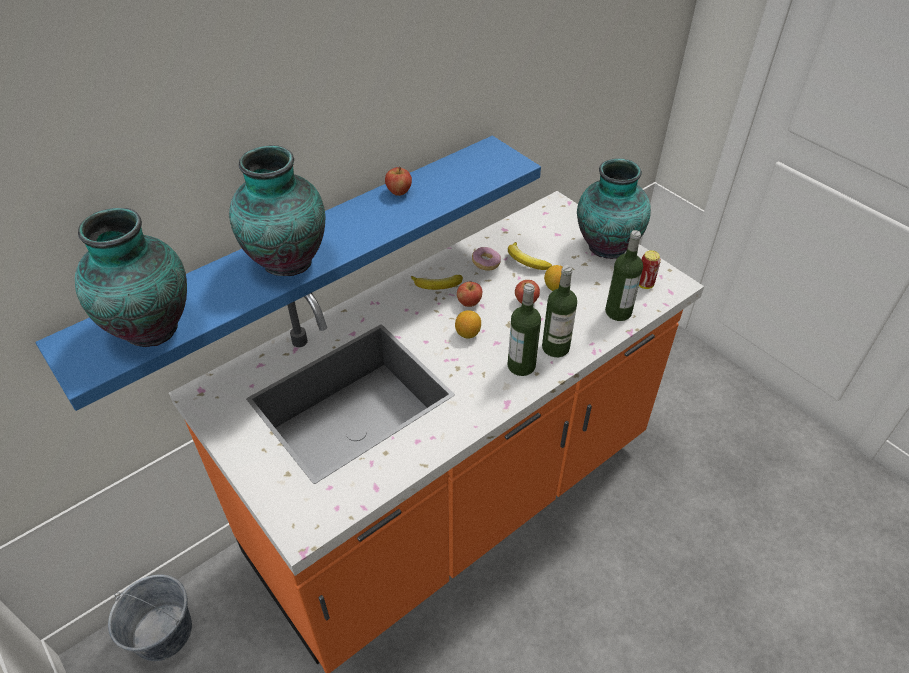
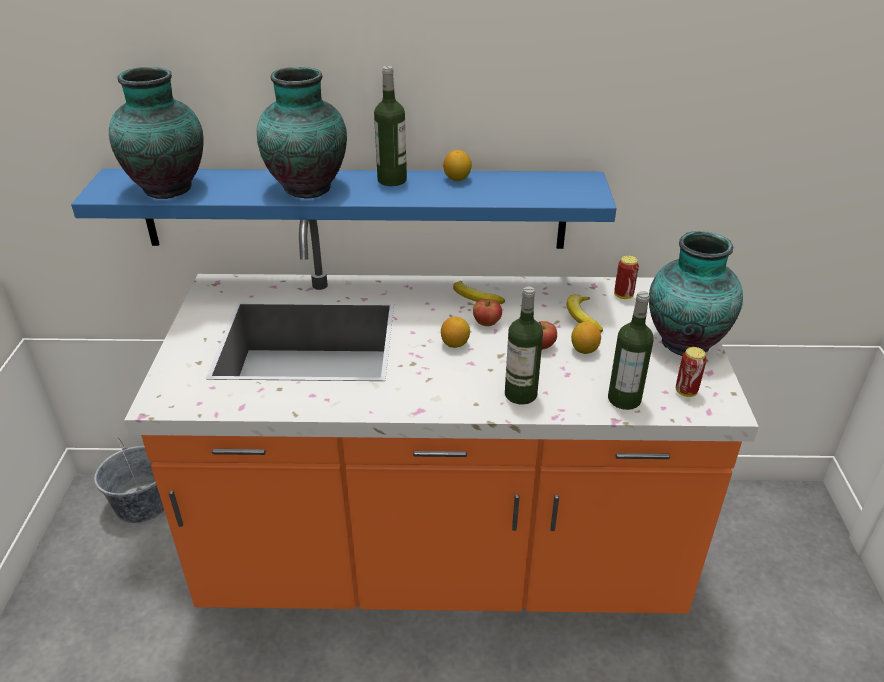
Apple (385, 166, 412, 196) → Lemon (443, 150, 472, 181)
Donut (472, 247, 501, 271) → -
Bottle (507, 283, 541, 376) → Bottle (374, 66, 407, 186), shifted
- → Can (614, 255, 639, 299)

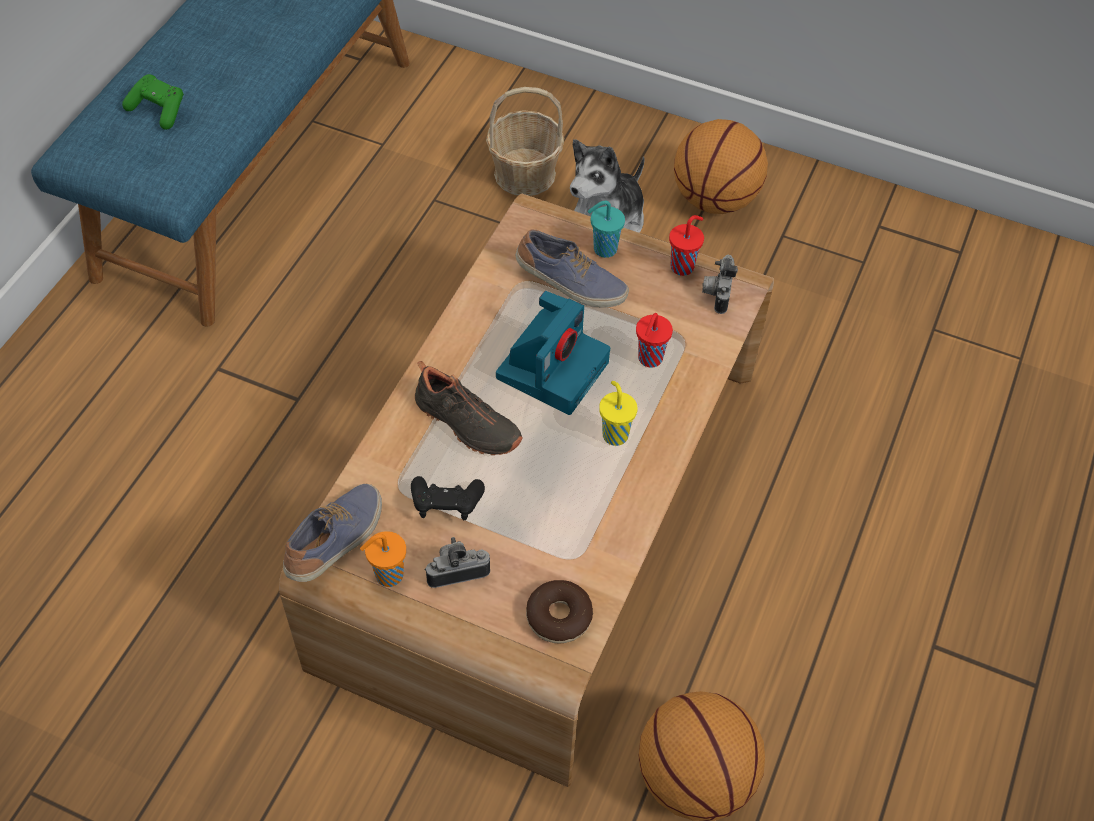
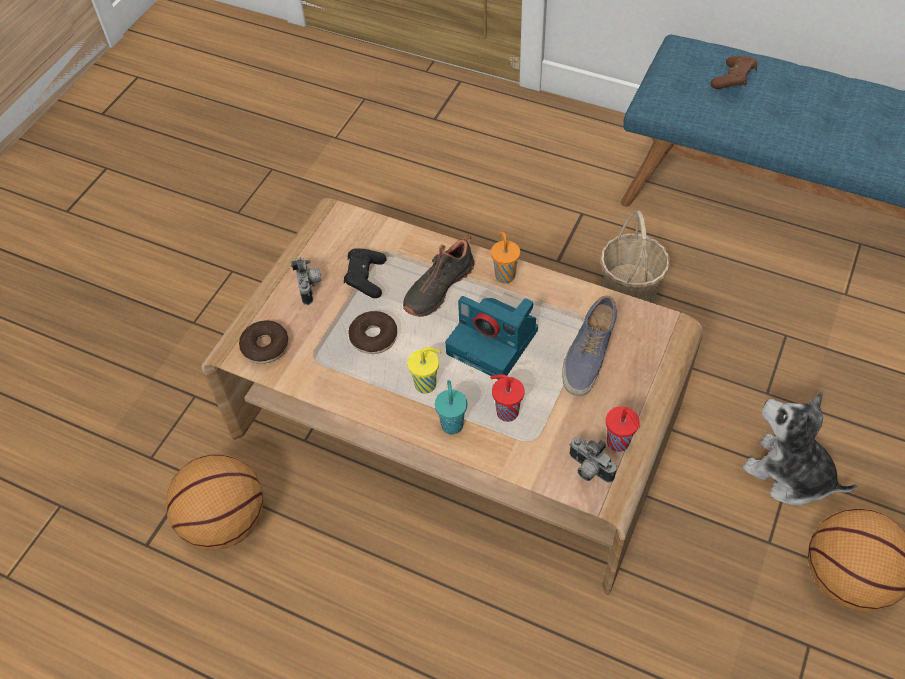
GreenGameController (122, 74, 184, 130) → BrownGameController (710, 56, 757, 89)
Shoe (283, 484, 382, 582) → -
OrangeCup (360, 531, 406, 587) → OrangeCup (491, 232, 520, 283), shifted
Basket (486, 87, 564, 196) → Basket (600, 211, 670, 302), shifted
TurquoiseCup (588, 201, 625, 258) → TurquoiseCup (435, 380, 467, 434), shifted
PhotoCamera (702, 255, 738, 314) → PhotoCamera (569, 437, 617, 483), 150 degrees counterclockwise
- → Donut (348, 311, 397, 354)

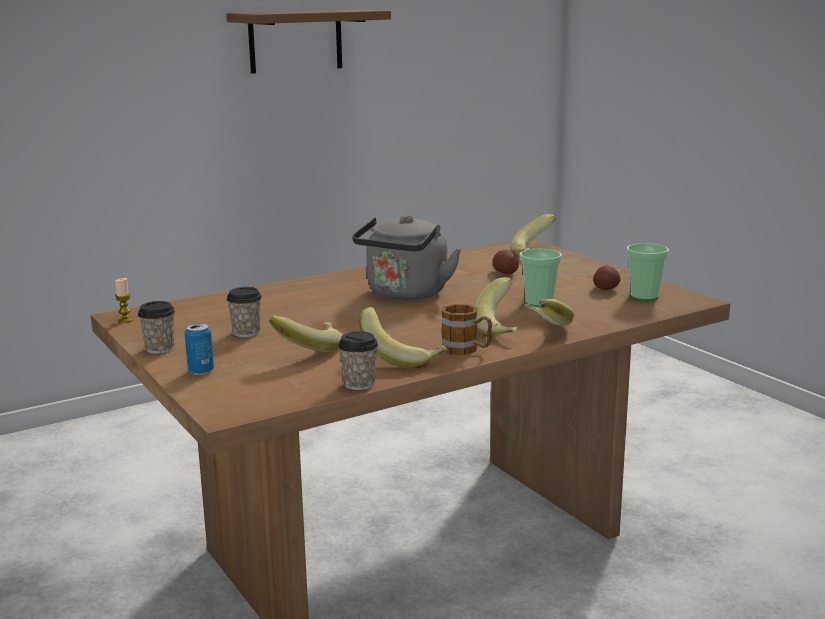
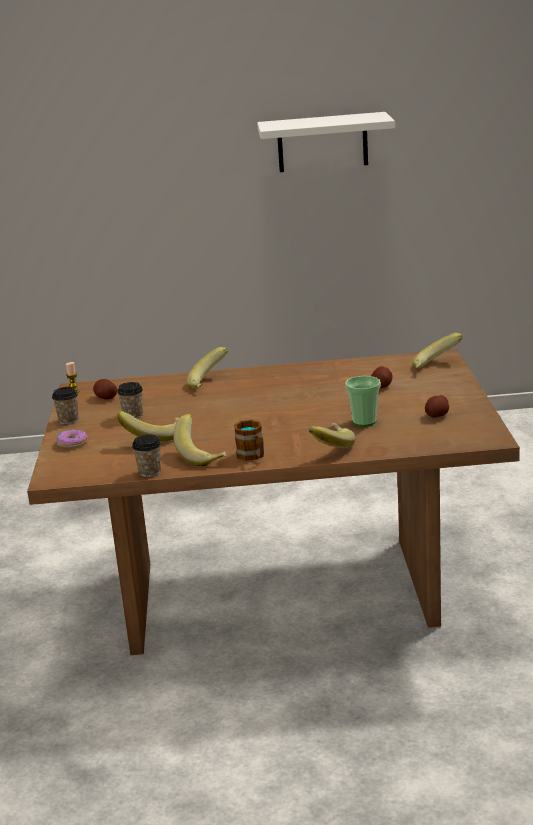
Can (185, 323, 214, 375) → Donut (56, 429, 88, 448)
BrownShelf (226, 10, 391, 74) → WhiteShelf (257, 112, 395, 172)
GreyKettle (352, 215, 461, 300) → -
Banana (474, 277, 518, 337) → Banana (187, 347, 228, 389), shifted
Cup (626, 243, 669, 301) → -
- → Potato (93, 379, 117, 399)

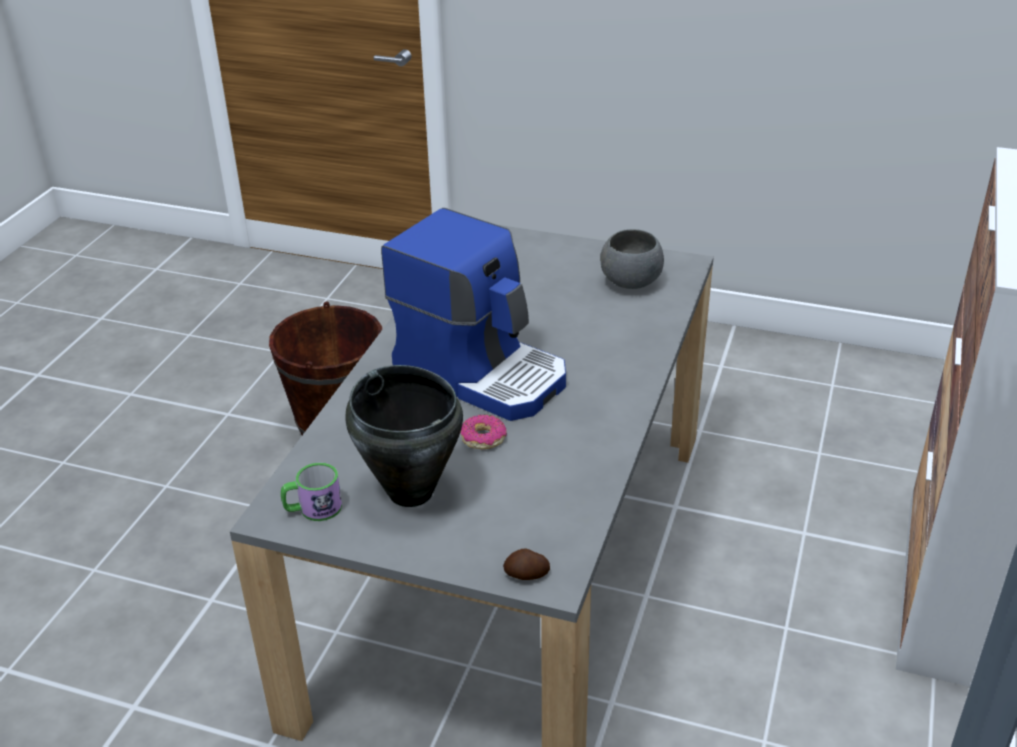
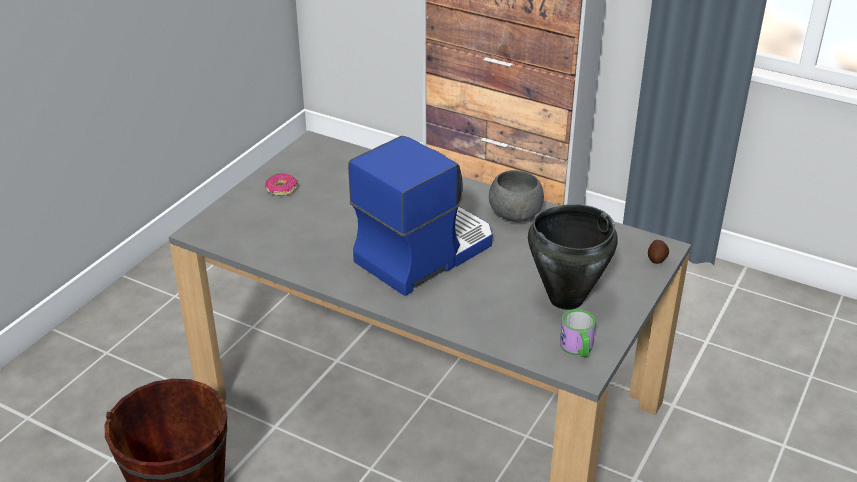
Donut (461, 415, 507, 449) → Donut (265, 173, 298, 196), shifted
GreyBowl (600, 229, 664, 289) → GreyBowl (489, 170, 544, 222), shifted

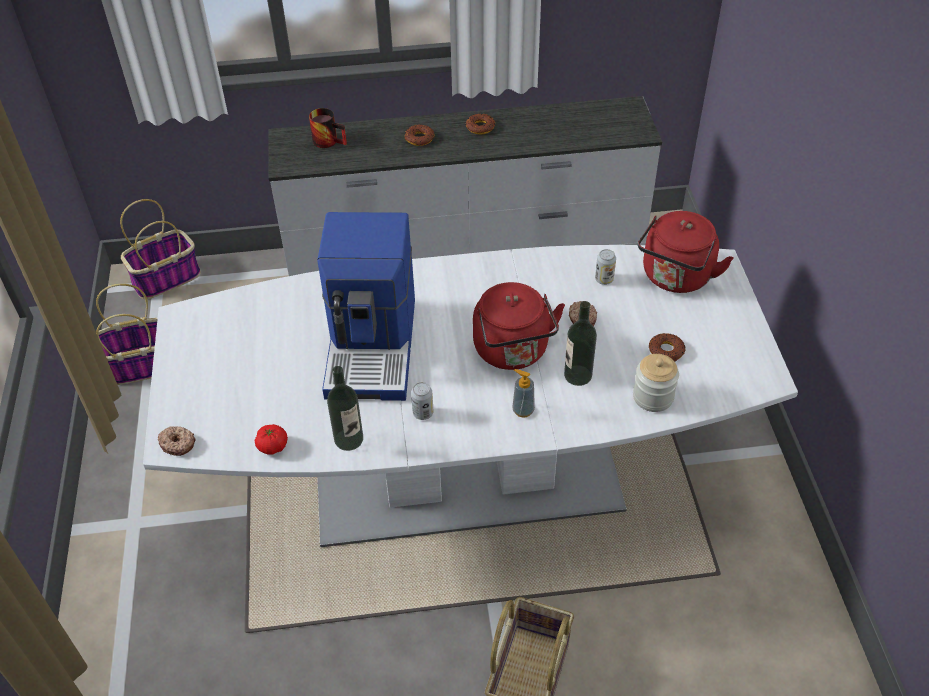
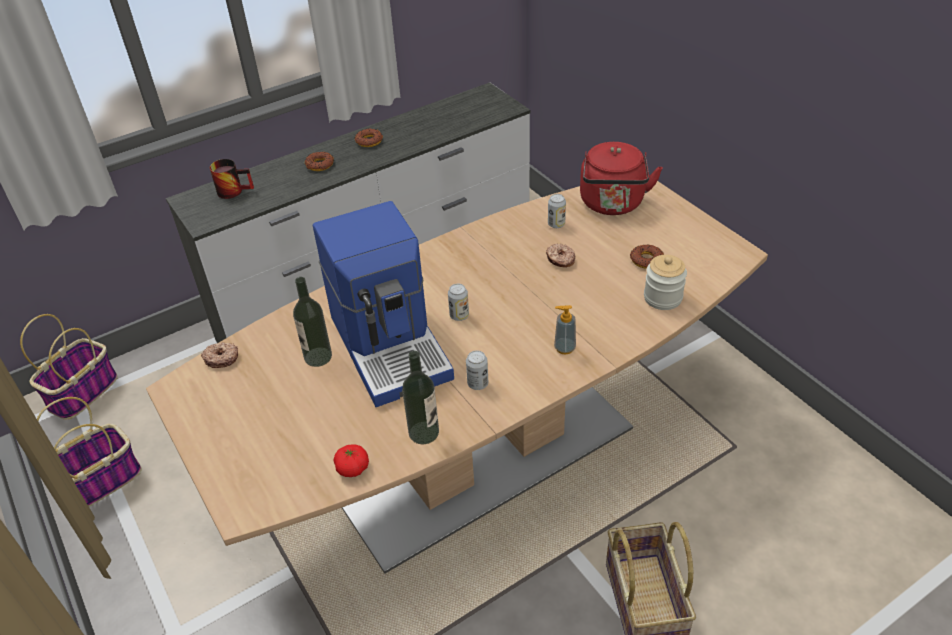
WhiteDiningTable (143, 245, 798, 547) → BrownDiningTable (146, 181, 768, 573)
Donut (158, 426, 195, 456) → Donut (201, 342, 238, 368), shifted
RedKettle (473, 282, 565, 370) → -
Bottle (564, 301, 597, 386) → Bottle (293, 277, 332, 367), shifted
- → Can (448, 284, 469, 321)

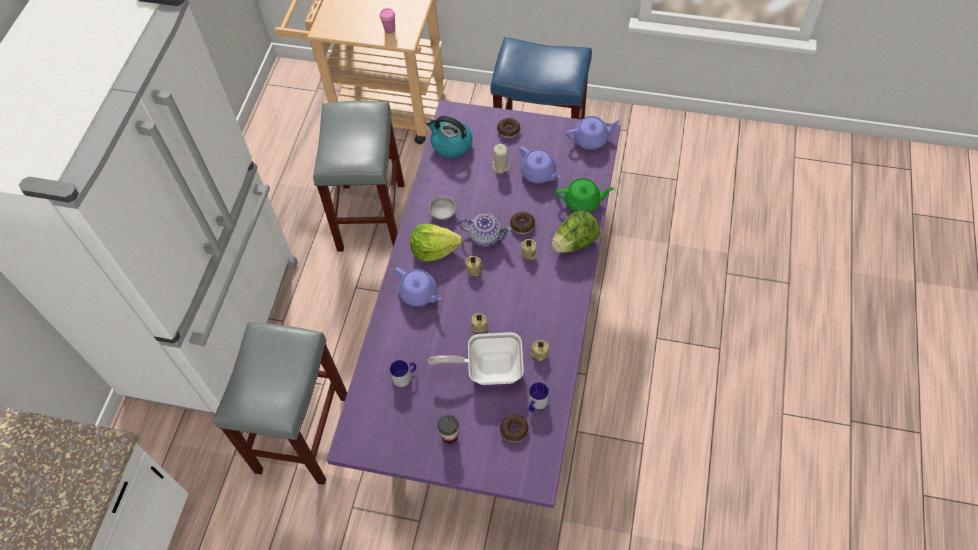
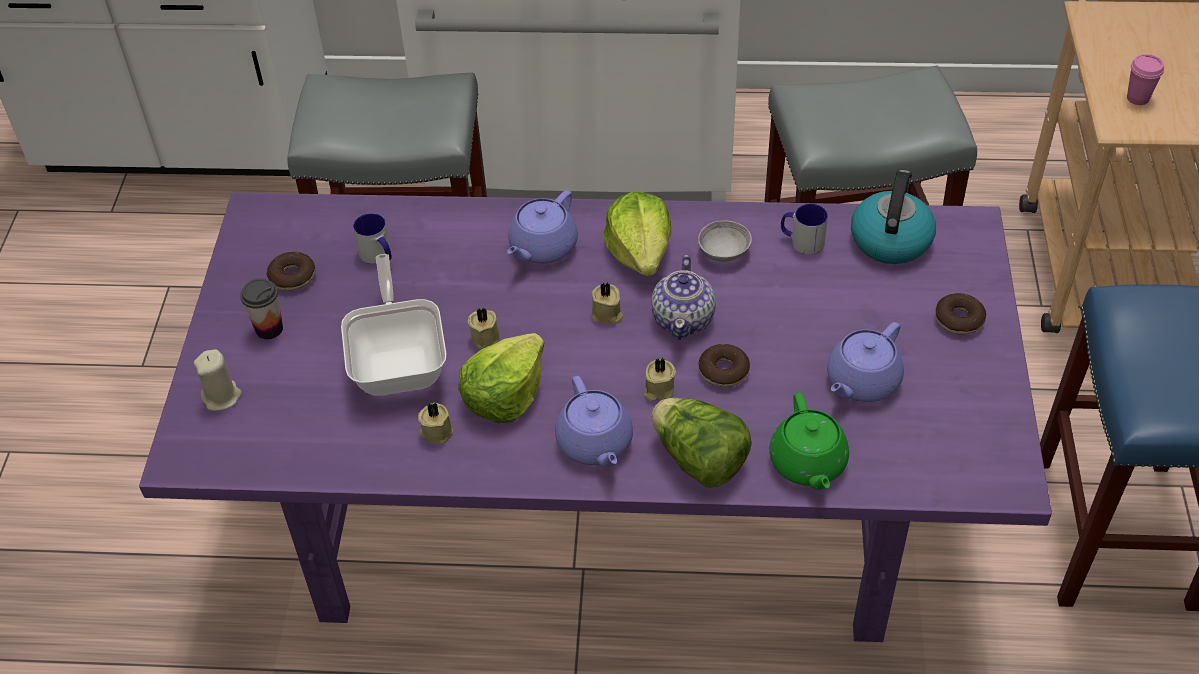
BeigeCandle (492, 144, 509, 173) → BeigeCandle (194, 349, 242, 411), shifted
Donut (500, 414, 529, 442) → Donut (267, 252, 316, 291), shifted
Mug (529, 382, 549, 412) → Mug (781, 204, 828, 255), shifted
PurpleTeapot (566, 116, 621, 150) → PurpleTeapot (555, 376, 633, 467), shifted
- → Lettuce (458, 333, 544, 423)

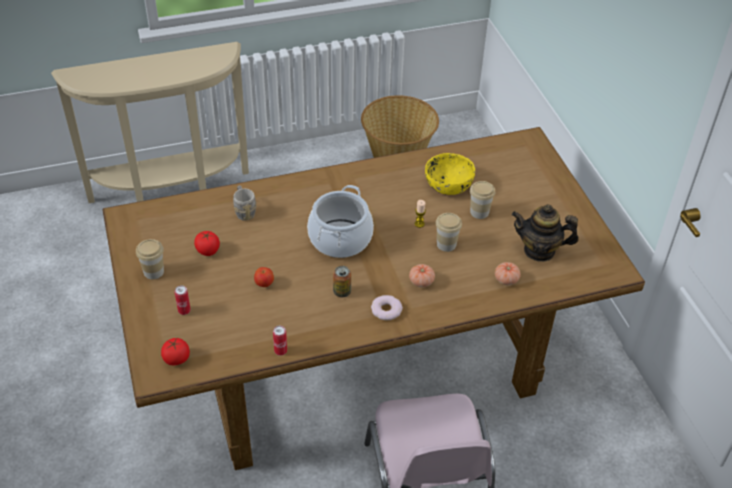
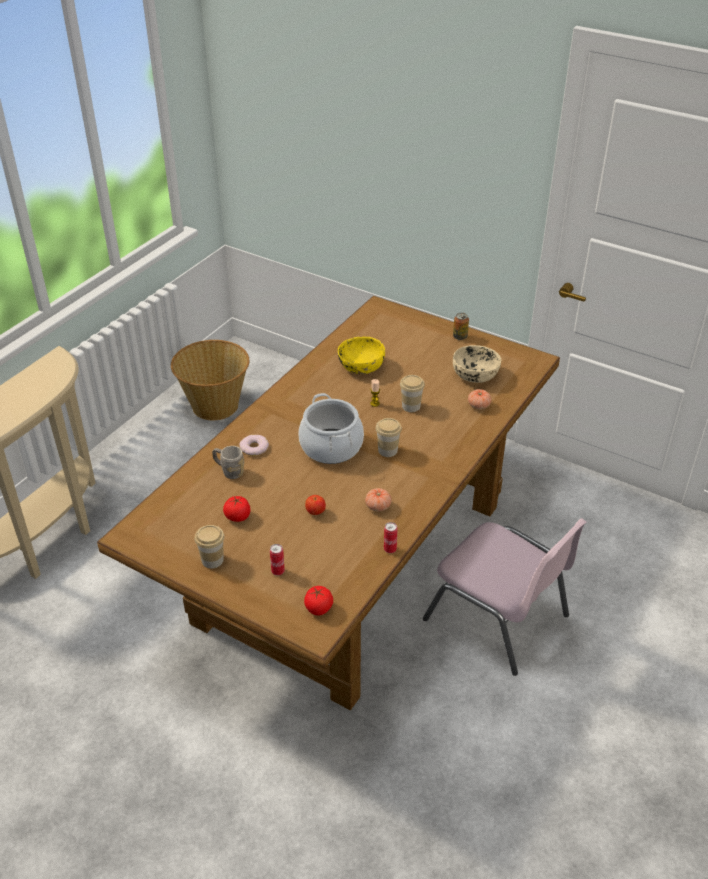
Can (333, 266, 351, 297) → Can (453, 313, 469, 340), shifted
Donut (371, 295, 403, 320) → Donut (240, 435, 269, 456), shifted
Tomato (409, 264, 435, 287) → Tomato (365, 488, 392, 512), shifted
Cup (470, 181, 495, 219) → Cup (375, 418, 402, 457), shifted
Teapot (512, 204, 579, 262) → BeigeBowl (453, 345, 501, 383)

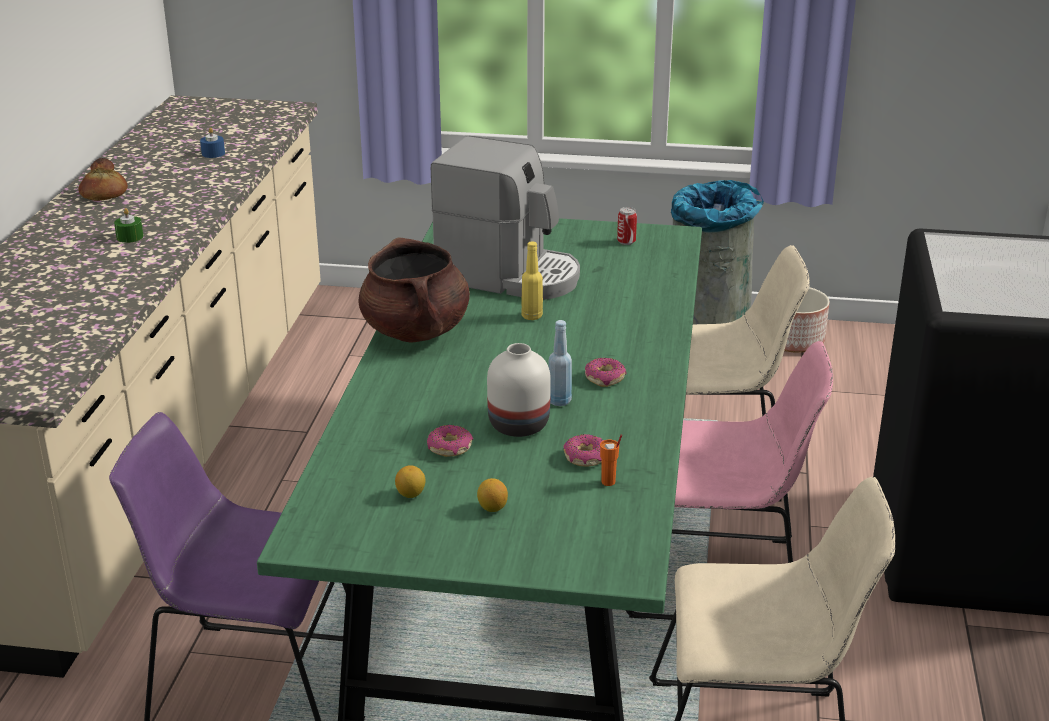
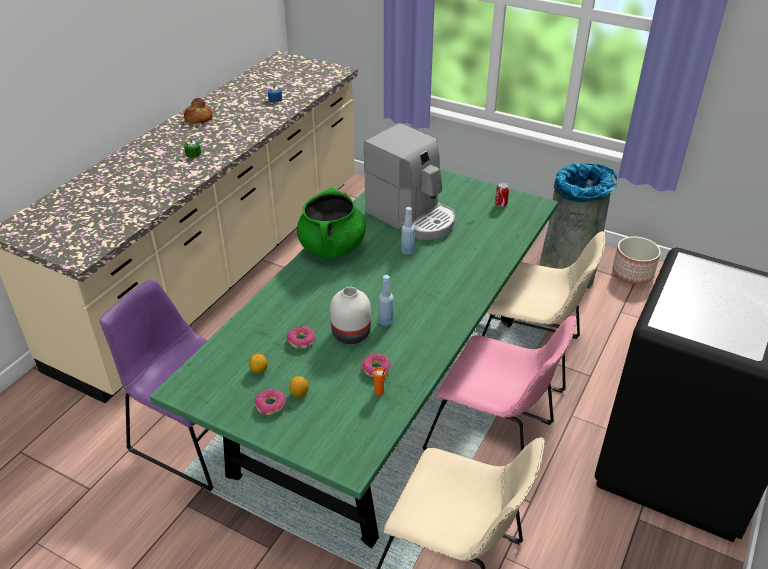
BrownCookingPot (358, 237, 470, 343) → GreenCookingPot (297, 187, 366, 259)
YellowBottle (522, 241, 543, 320) → BlueBottle (401, 207, 415, 255)
Donut (585, 358, 627, 387) → Donut (255, 389, 286, 415), shifted

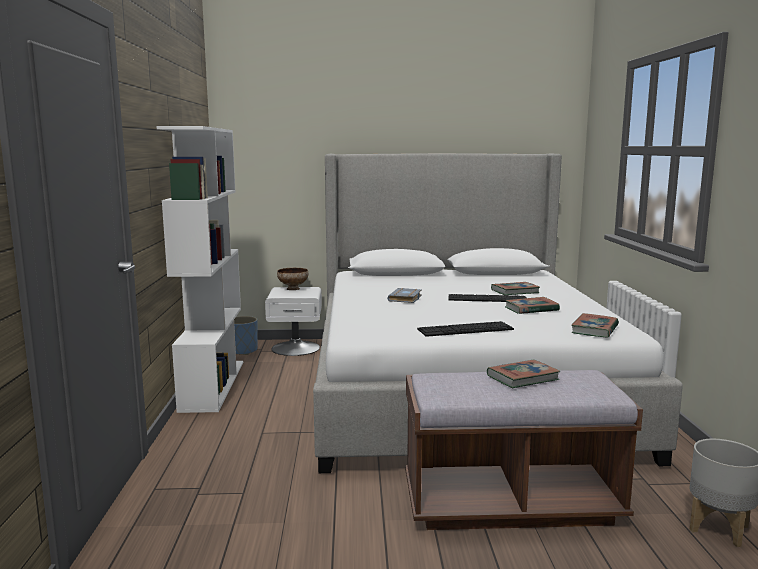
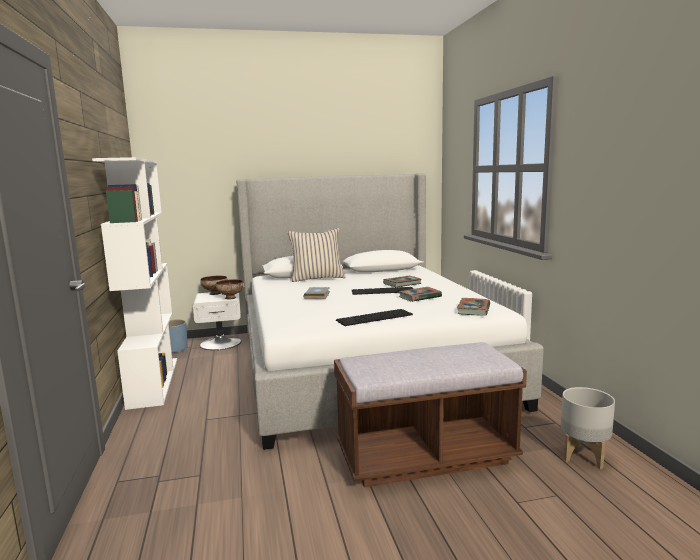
Book (487, 360, 560, 388) → -
- → Bowl (216, 279, 244, 299)
- → BeigePillow (287, 228, 346, 282)

